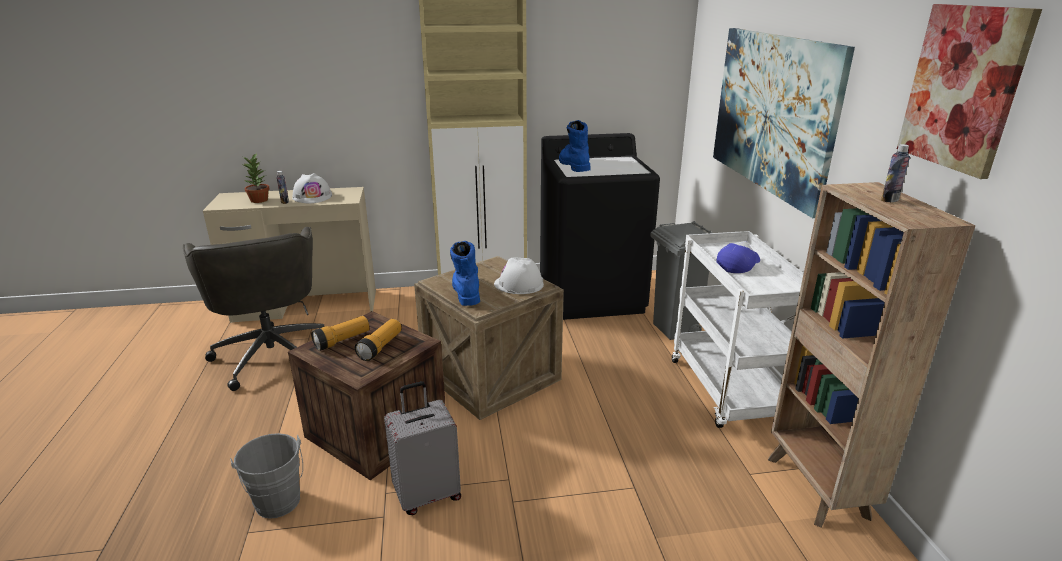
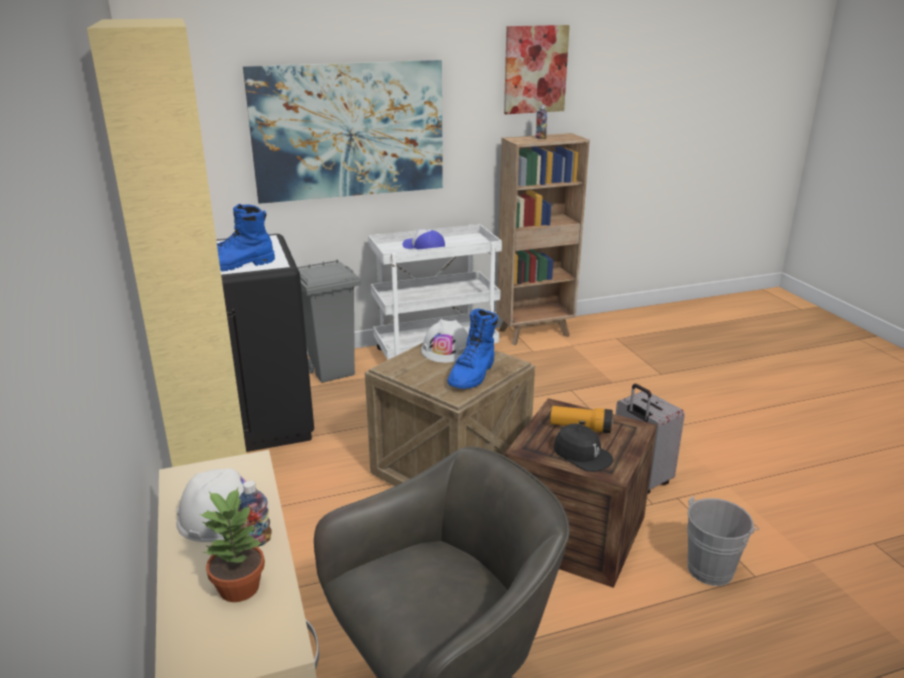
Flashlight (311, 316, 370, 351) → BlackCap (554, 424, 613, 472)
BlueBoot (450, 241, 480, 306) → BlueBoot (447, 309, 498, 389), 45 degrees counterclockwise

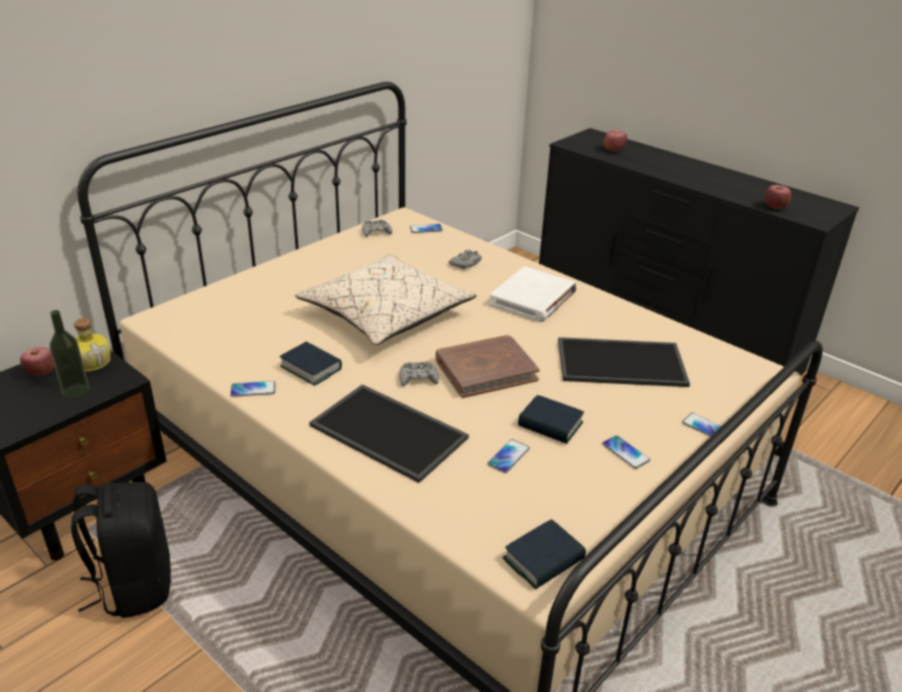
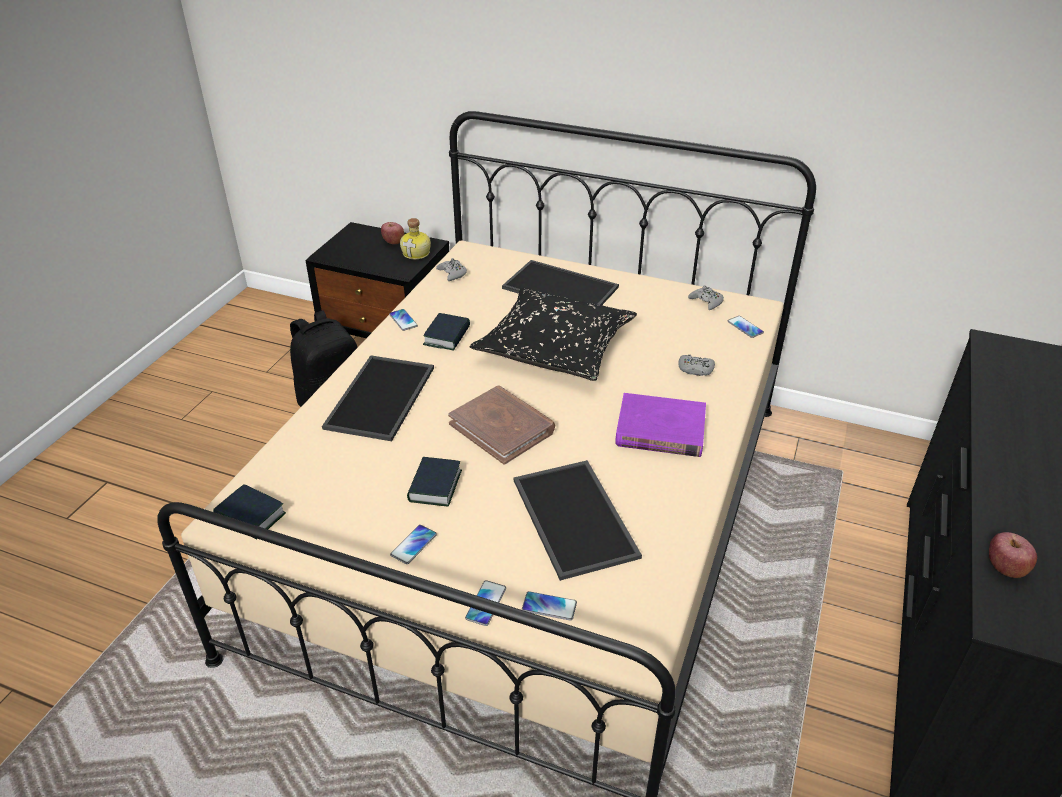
Bottle (50, 310, 89, 398) → -
BeigePillow (295, 254, 477, 345) → BlackPillow (470, 288, 637, 381)
GreyGameController (399, 361, 439, 386) → GreyGameController (436, 258, 467, 281), shifted
Phone (487, 439, 530, 473) → Phone (522, 591, 577, 621), shifted
WhiteBook (489, 266, 577, 322) → PurpleBook (615, 393, 706, 457)
Apple (604, 130, 627, 152) → -
- → Tray (502, 260, 619, 305)

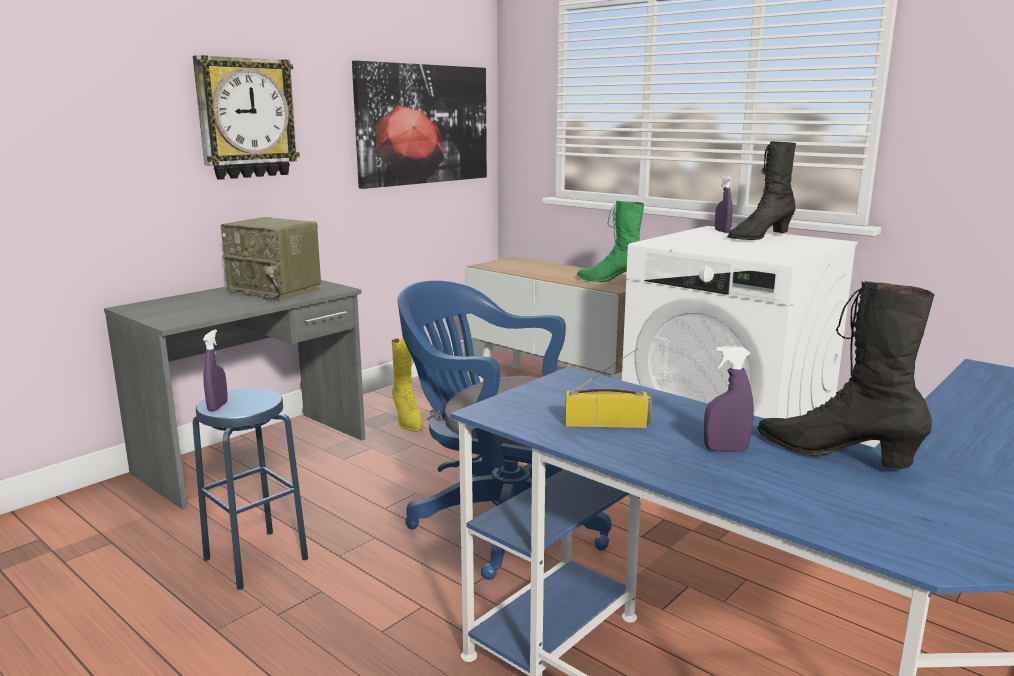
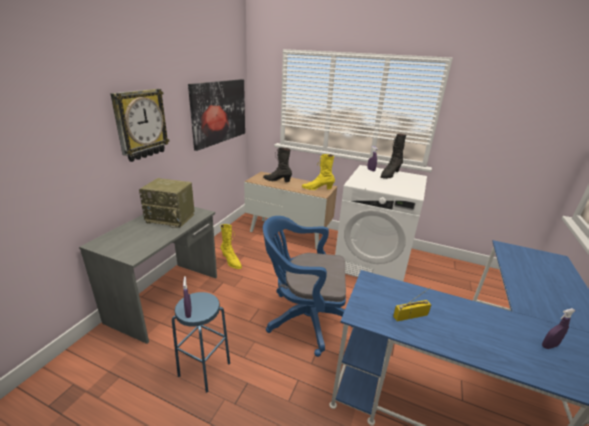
GreenBoot (577, 201, 644, 282) → YellowBoot (302, 154, 335, 190)
PurpleSprayBottle (704, 346, 754, 451) → PurpleSprayBottle (542, 308, 575, 349), shifted
BlackBoot (757, 281, 934, 469) → BlackBoot (263, 147, 292, 182), shifted

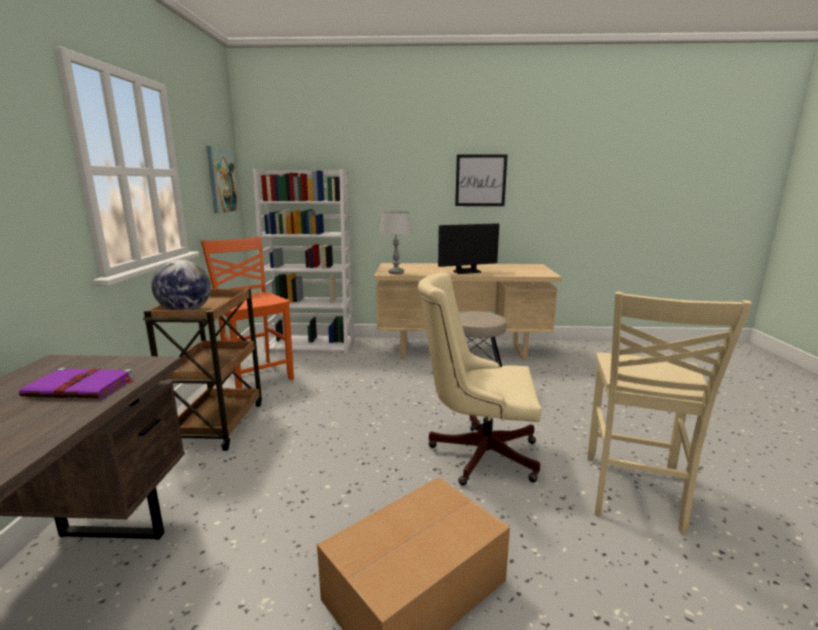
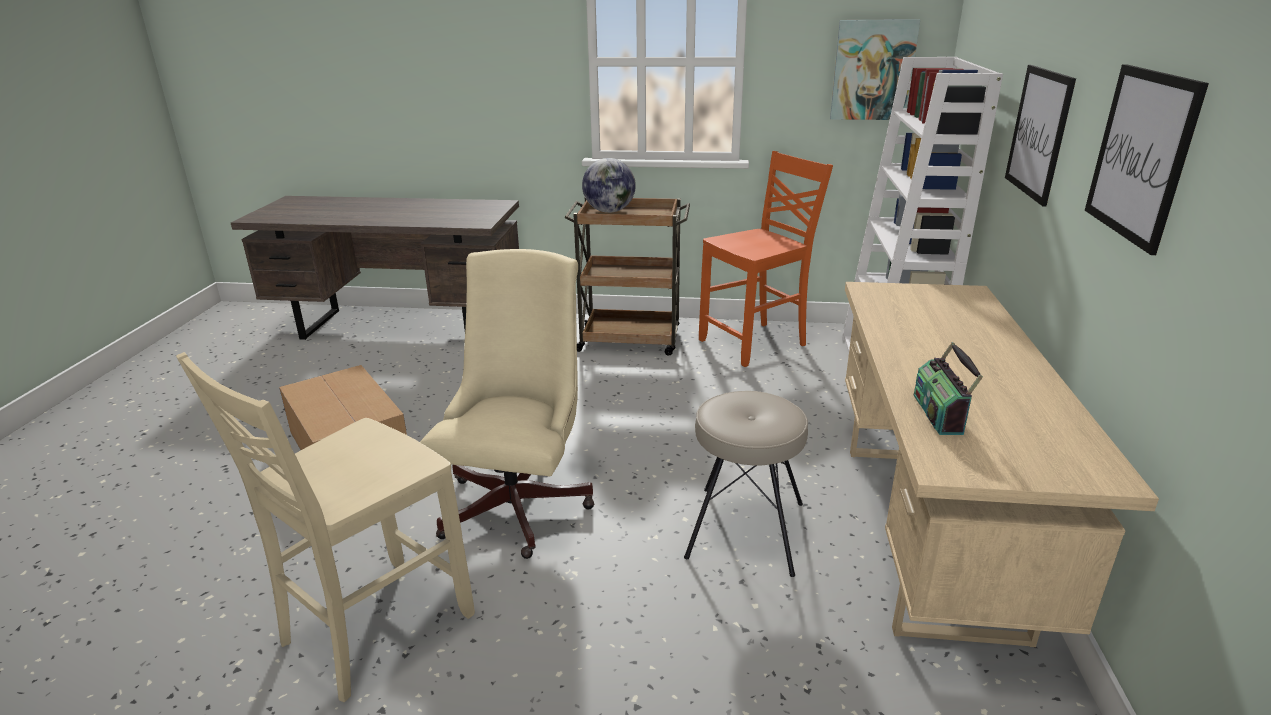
PurpleBook (19, 367, 136, 398) → -
GreyTableLamp (379, 211, 413, 274) → -
Monitor (438, 223, 499, 274) → -
BeigeChair (587, 292, 752, 535) → BeigeChair (176, 352, 475, 702), 75 degrees counterclockwise
- → Radio (914, 342, 983, 435)
- → Picture (1005, 65, 1076, 206)

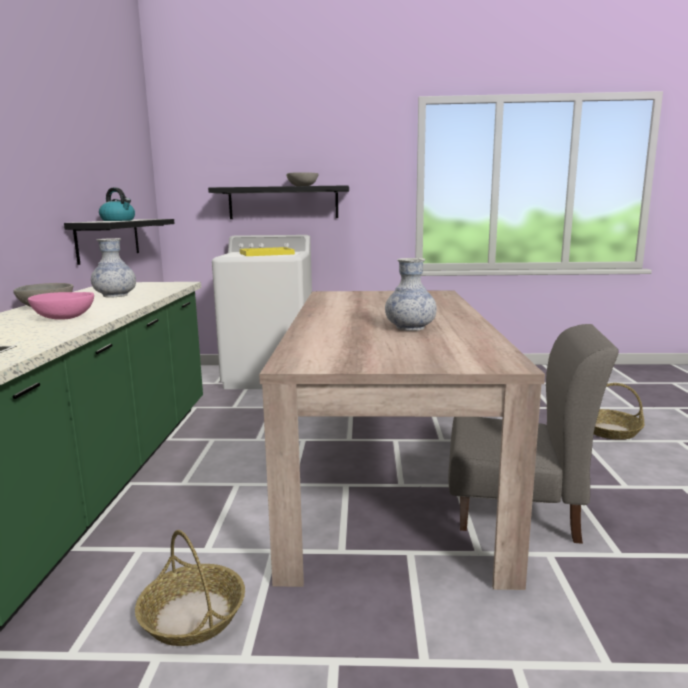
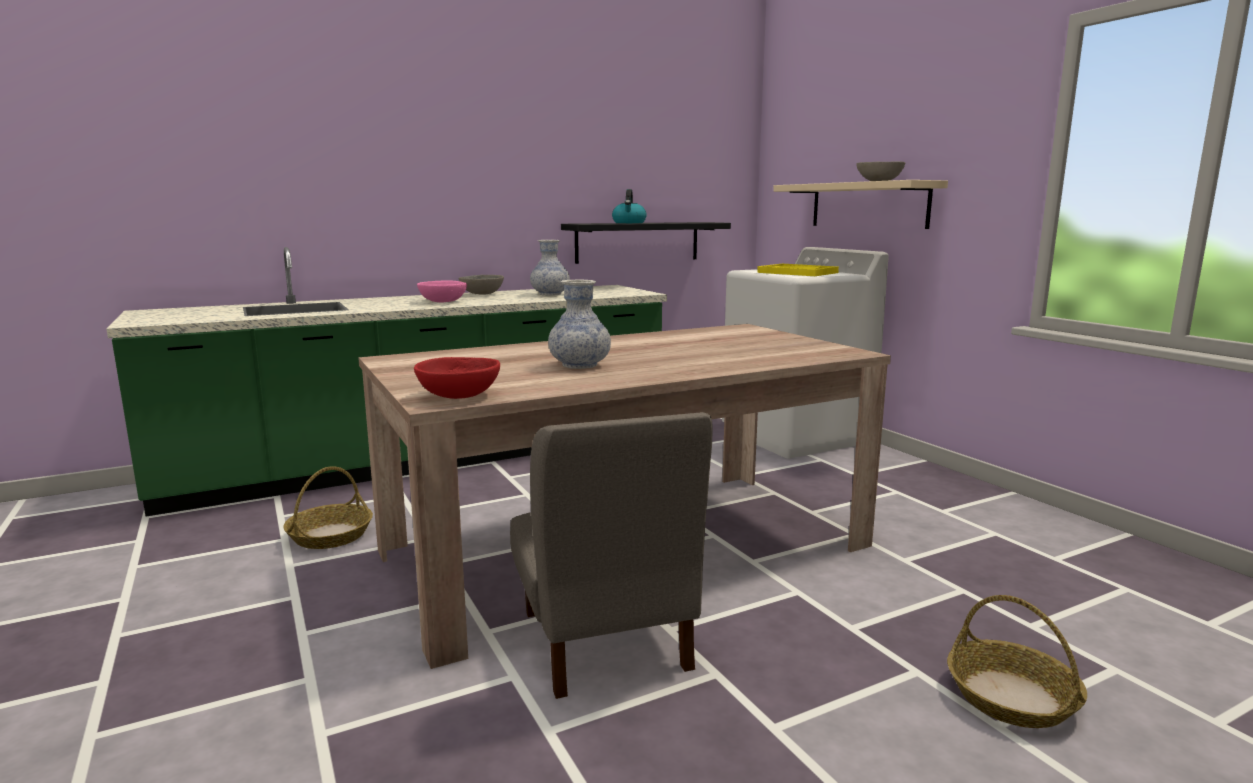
BlackShelf (208, 185, 349, 219) → BeigeShelf (773, 180, 948, 229)
- → RedBowl (414, 357, 500, 399)

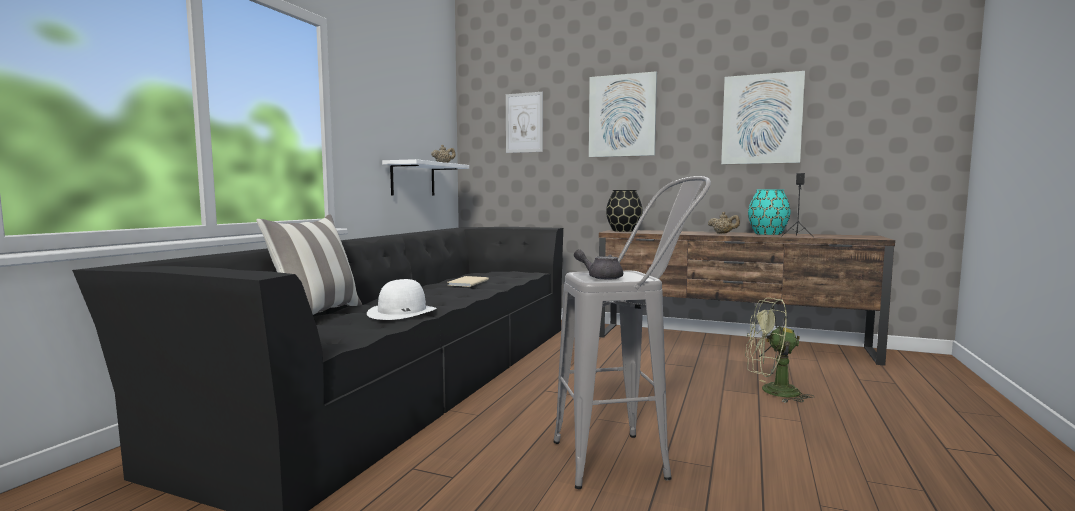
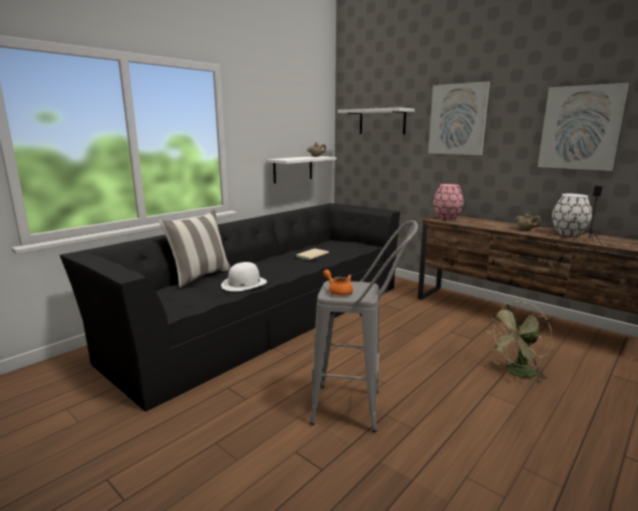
Picture (506, 92, 543, 153) → WhiteShelf (338, 107, 414, 134)
GreyTeapot (574, 249, 623, 280) → OrangeTeapot (323, 270, 353, 296)
BlackVase (606, 190, 643, 232) → PinkVase (433, 184, 464, 220)
GreenFan (745, 298, 814, 403) → GreenFan (487, 301, 552, 383), 60 degrees counterclockwise
TurquoiseVase (748, 189, 790, 235) → WhiteVase (552, 194, 592, 236)

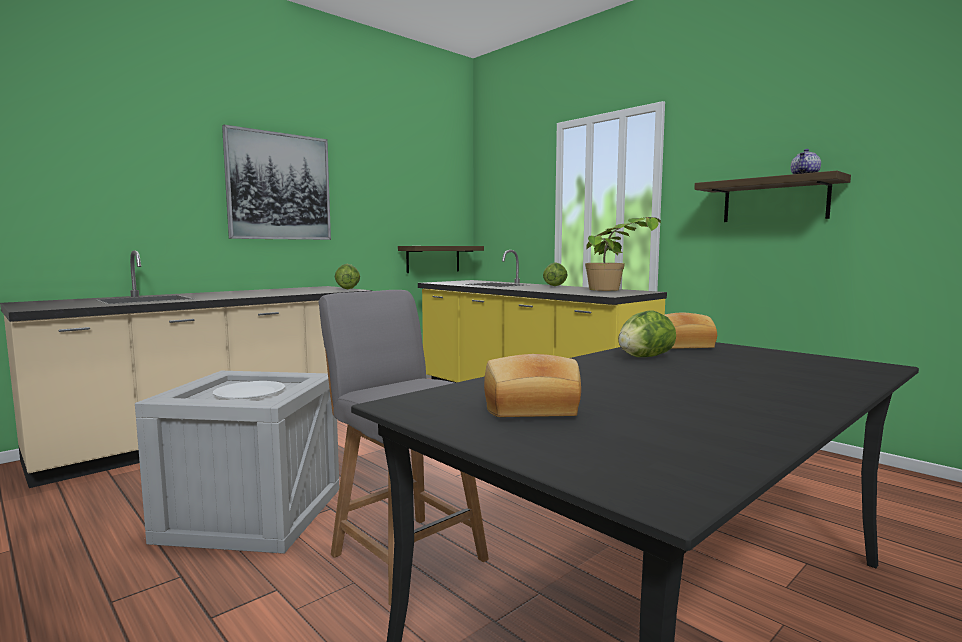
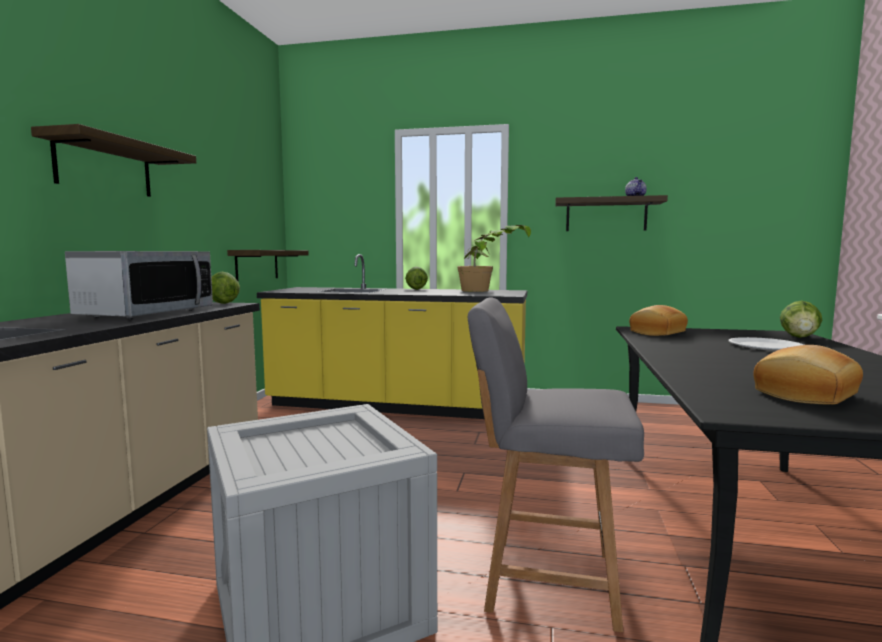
WhitePlate (213, 381, 285, 399) → WhitePlate (728, 337, 804, 351), shifted
Picture (222, 125, 331, 240) → Shelf (31, 124, 196, 197)
Lettuce (618, 310, 676, 357) → Lettuce (780, 300, 822, 338), shifted
- → Microwave (65, 251, 213, 319)

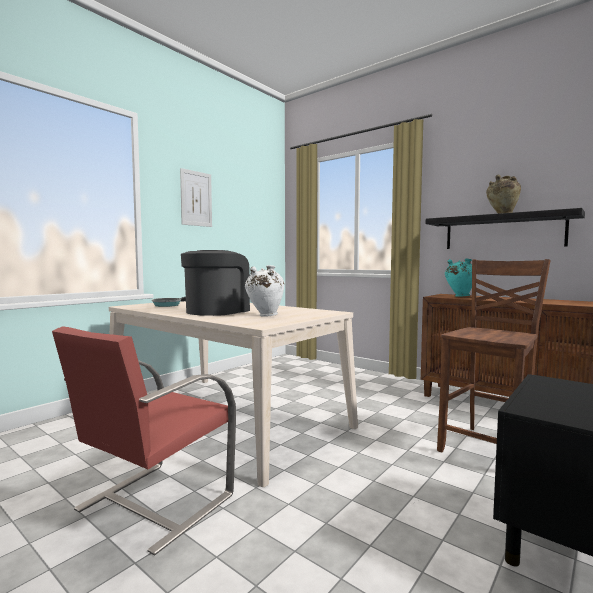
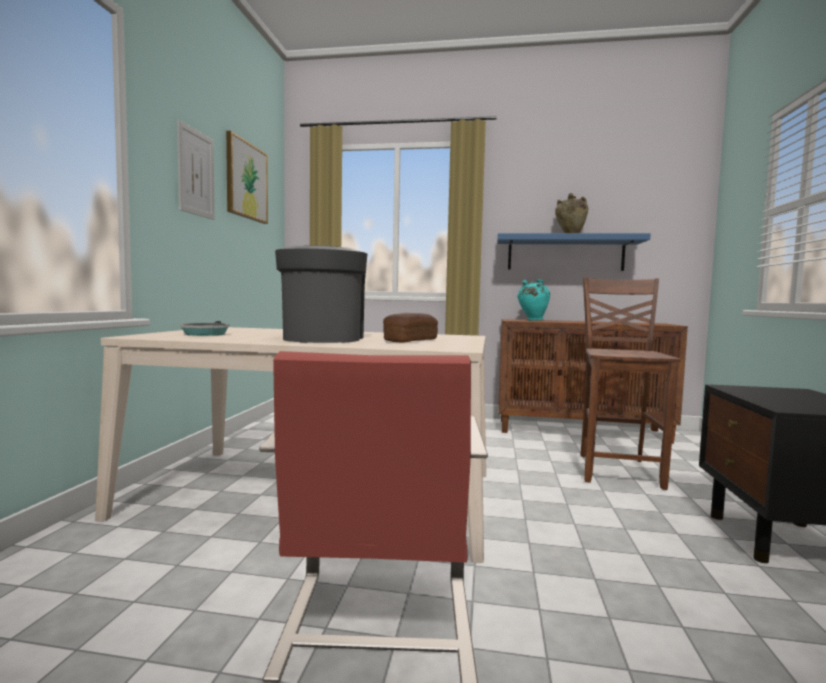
WhiteVase (245, 265, 284, 317) → Bread (383, 313, 438, 342)
BlackShelf (426, 208, 585, 249) → BlueShelf (497, 233, 651, 271)
- → Picture (226, 131, 268, 224)

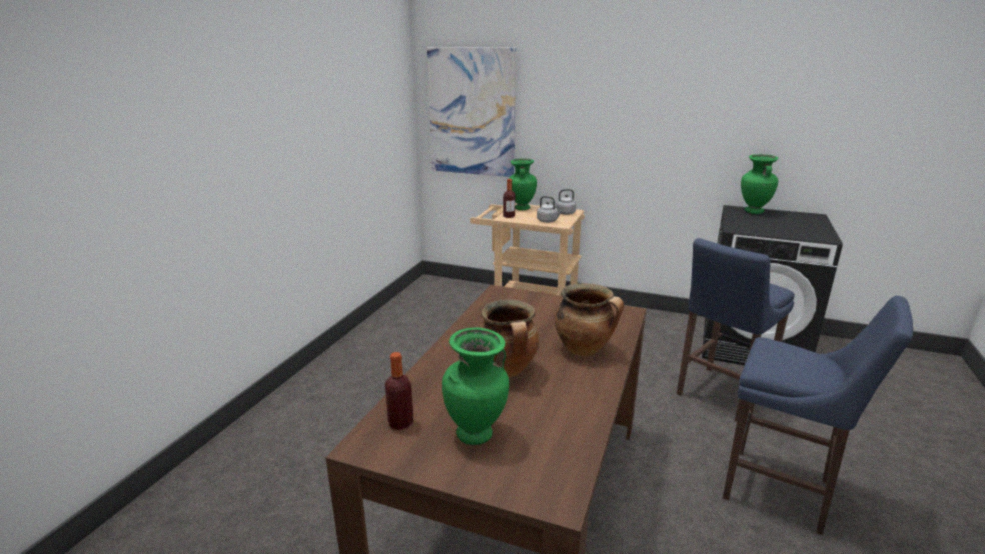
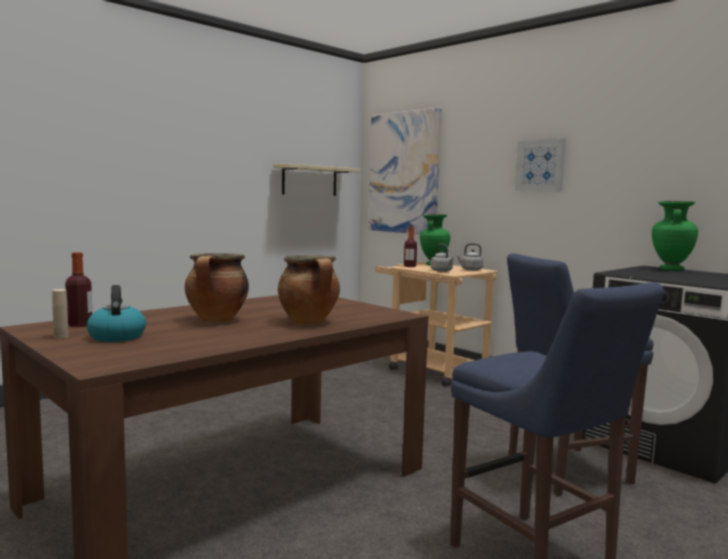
GreenVase (442, 327, 509, 445) → Kettle (87, 285, 146, 342)
- → BeigeBottle (52, 289, 69, 339)
- → BeigeShelf (273, 164, 360, 196)
- → Picture (515, 138, 566, 192)

